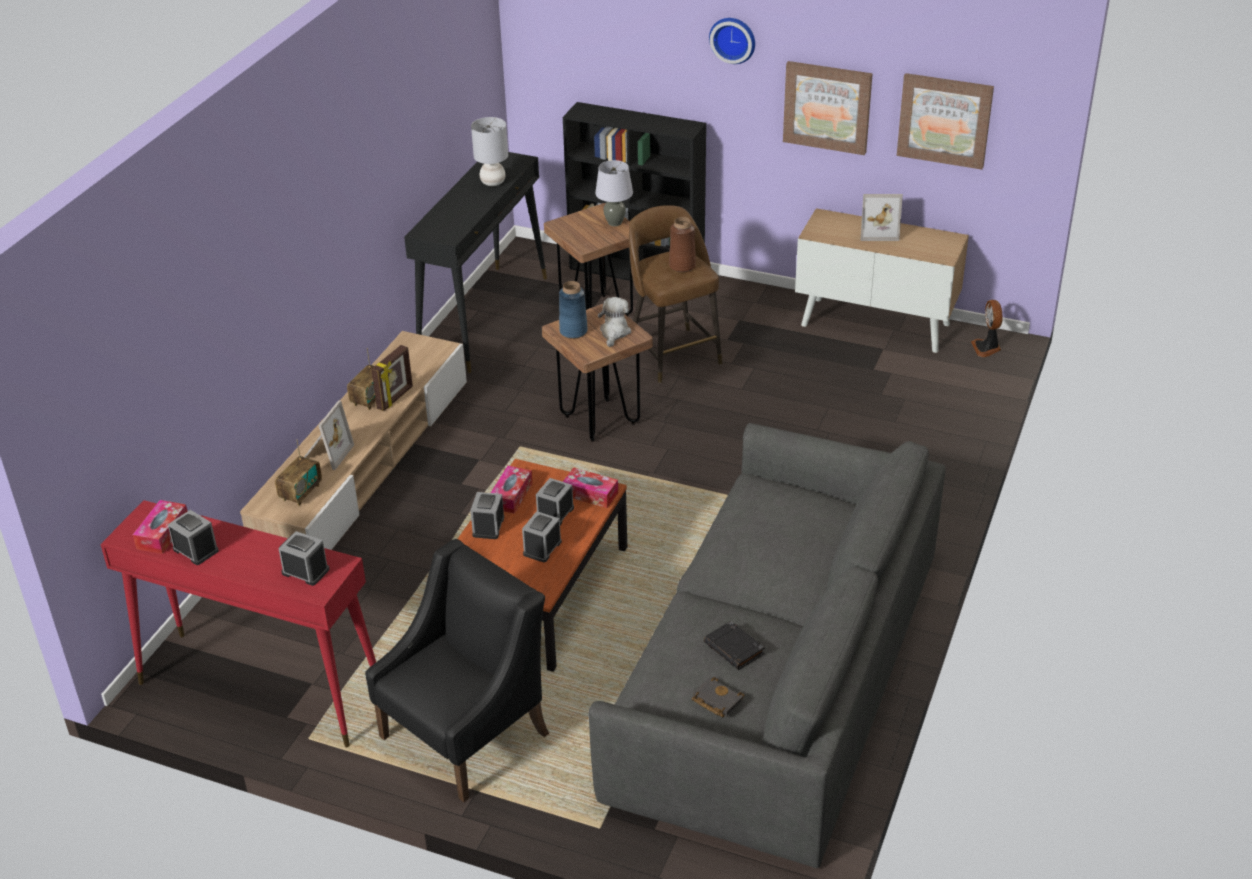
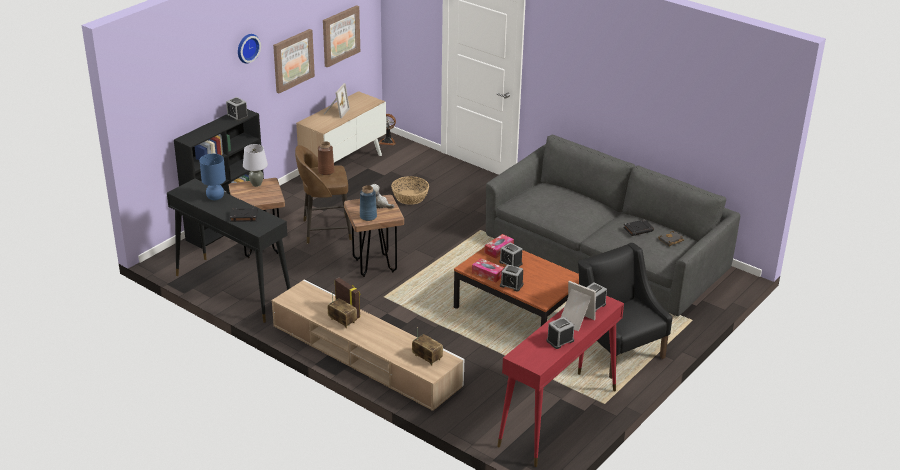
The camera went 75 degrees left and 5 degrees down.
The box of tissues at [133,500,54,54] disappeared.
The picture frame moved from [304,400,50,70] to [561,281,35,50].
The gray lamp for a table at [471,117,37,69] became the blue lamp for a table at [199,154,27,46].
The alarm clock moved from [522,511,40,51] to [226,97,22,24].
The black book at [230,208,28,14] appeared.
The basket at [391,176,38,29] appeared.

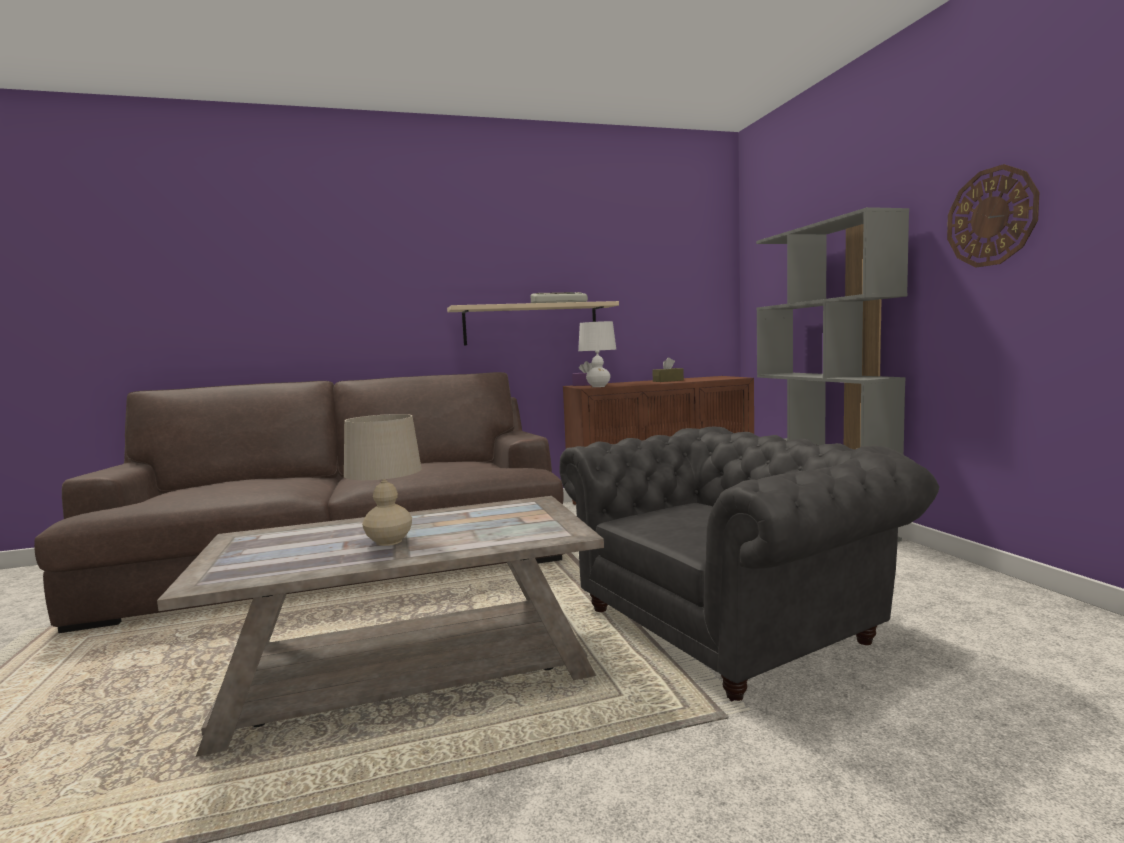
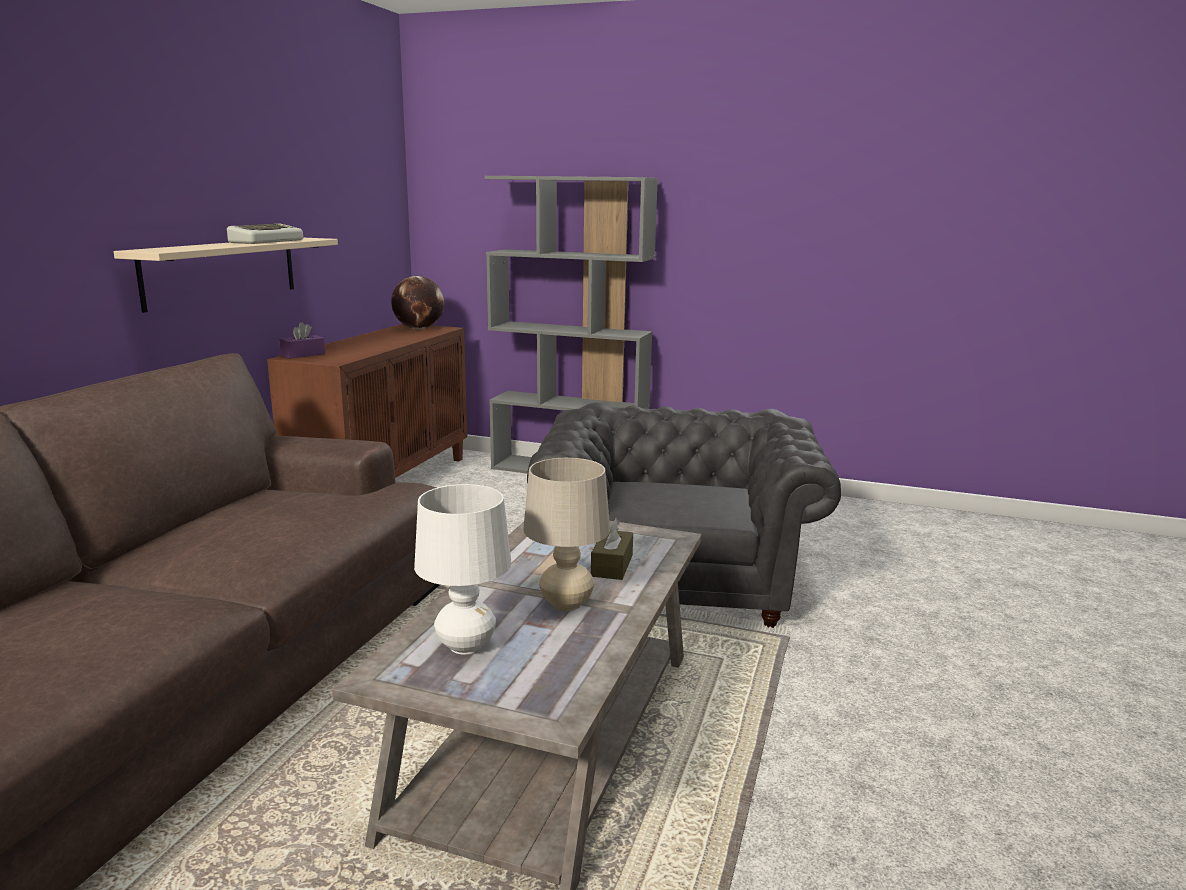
The camera went 55 degrees left and 10 degrees up.
The white lamp for a table moved from [578,321,38,66] to [414,484,98,170].
The brownish box of tissues moved from [652,357,32,25] to [591,519,42,61].
The hanging clock at [947,164,92,103] disappeared.
The desk globe at [391,276,53,53] appeared.

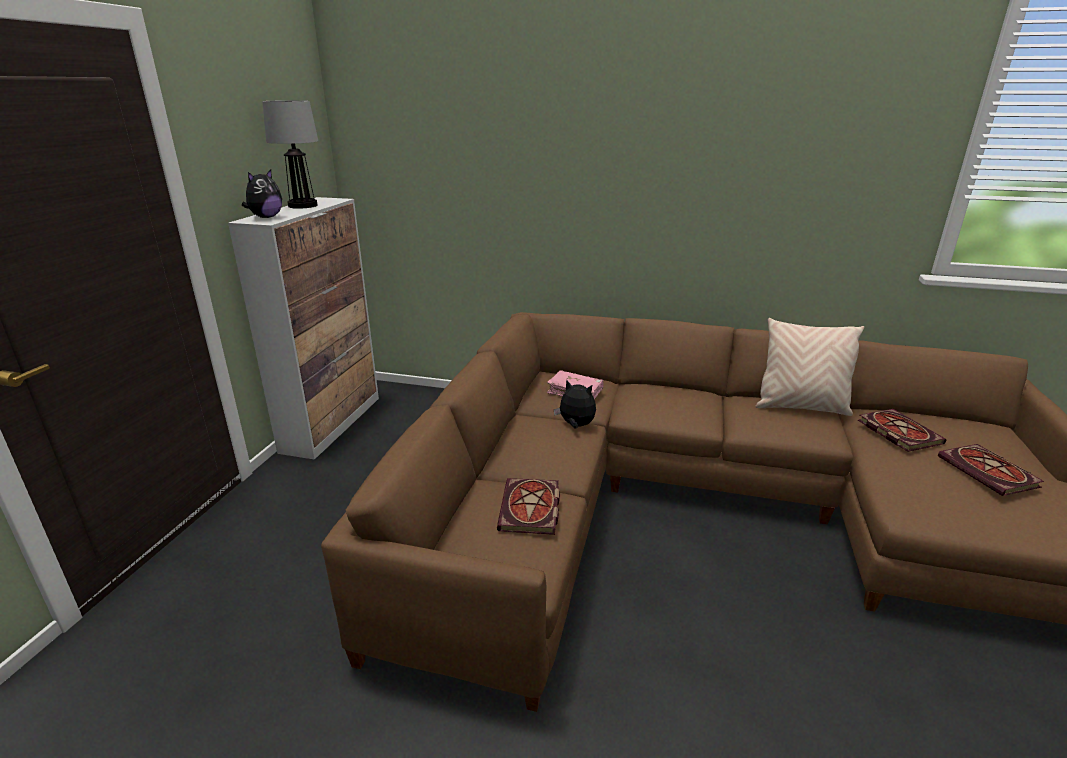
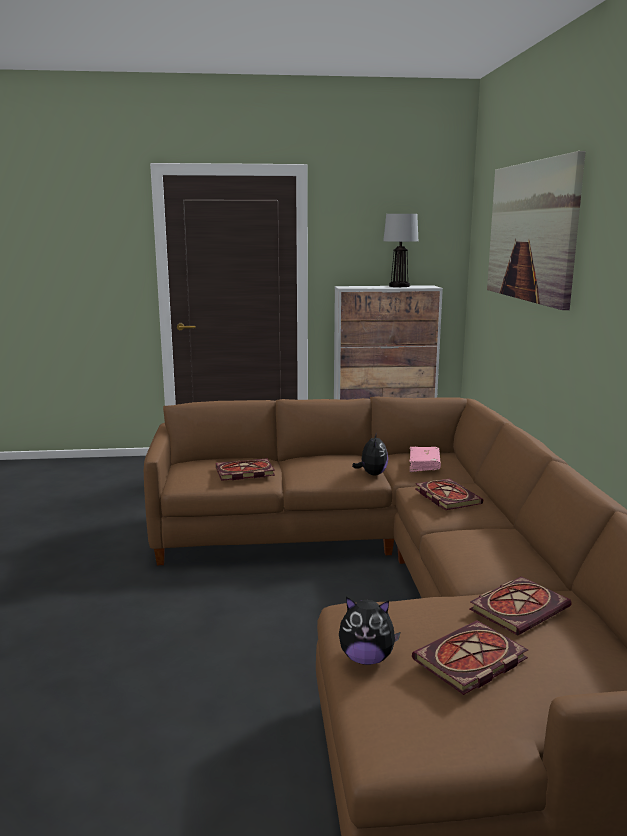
The camera went 70 degrees right and 10 degrees down.
The plush toy moved from [242,170,40,48] to [339,597,62,68].
The sand-coloured throw pillow at [755,318,109,98] disappeared.
The book at [415,479,68,31] appeared.
The picture at [487,151,99,159] appeared.

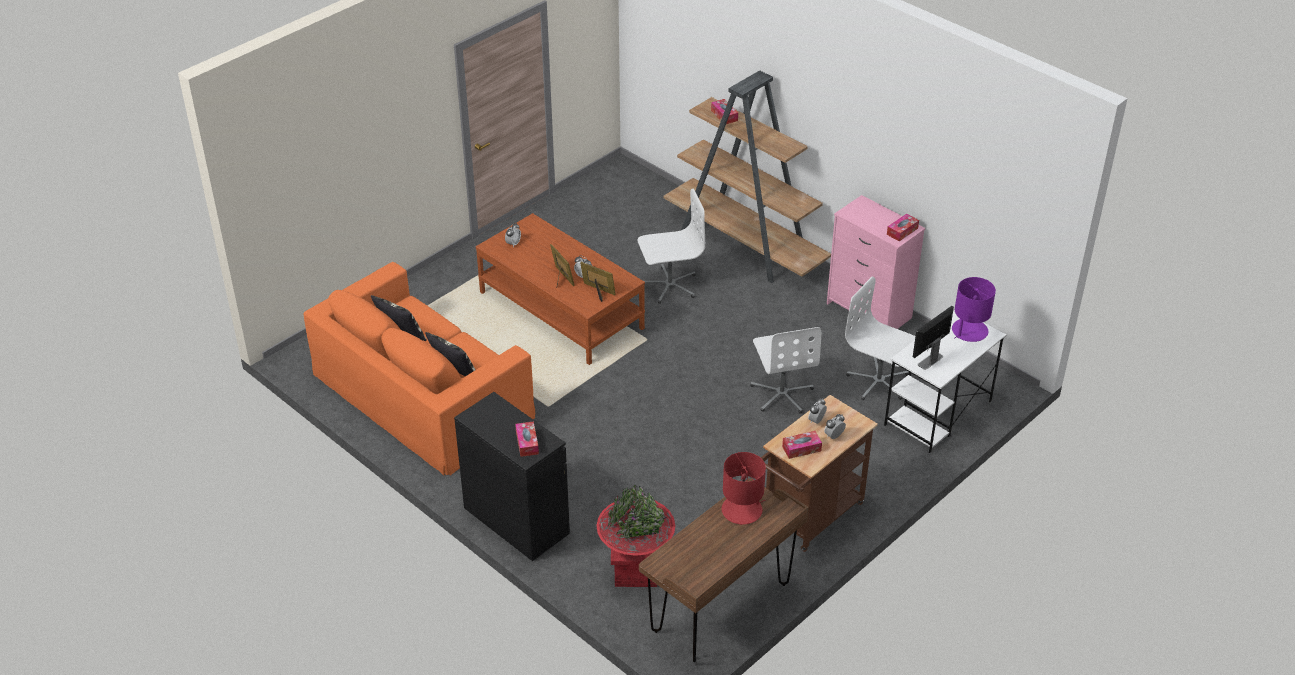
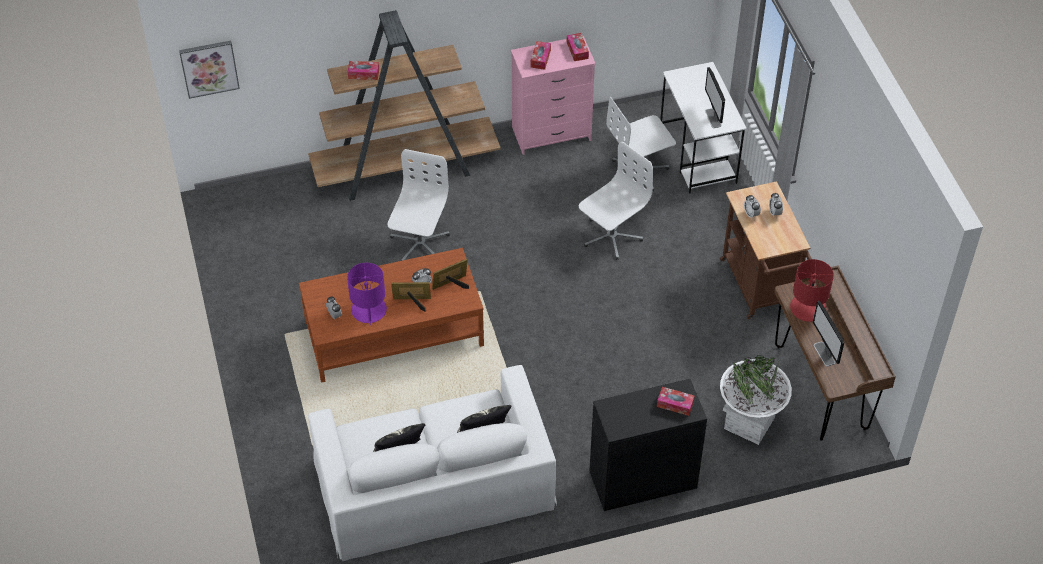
The camera went 60 degrees left and 10 degrees up.
The orange-coloured sofa at [303,262,232,213] became the white sofa at [308,365,249,196].
The red-coloured flower pot at [596,485,79,102] became the white flower pot at [720,355,72,90].
The white computer chair at [750,327,71,87] turned 60 degrees counterclockwise.
The box of tissues moved from [782,431,40,28] to [531,41,20,29].
The purple lamp for a table moved from [952,277,44,65] to [347,263,40,62].
The picture at [179,41,61,58] appeared.
The computer display at [813,301,31,65] appeared.

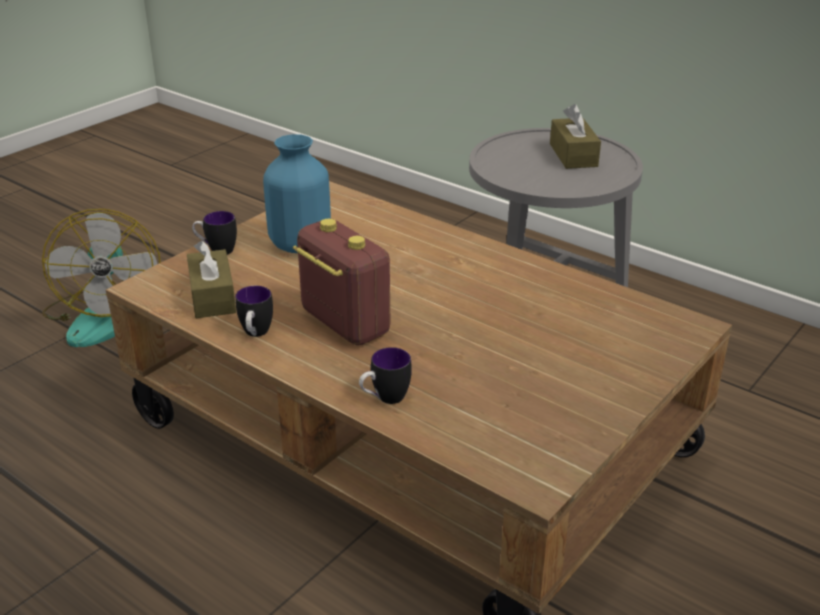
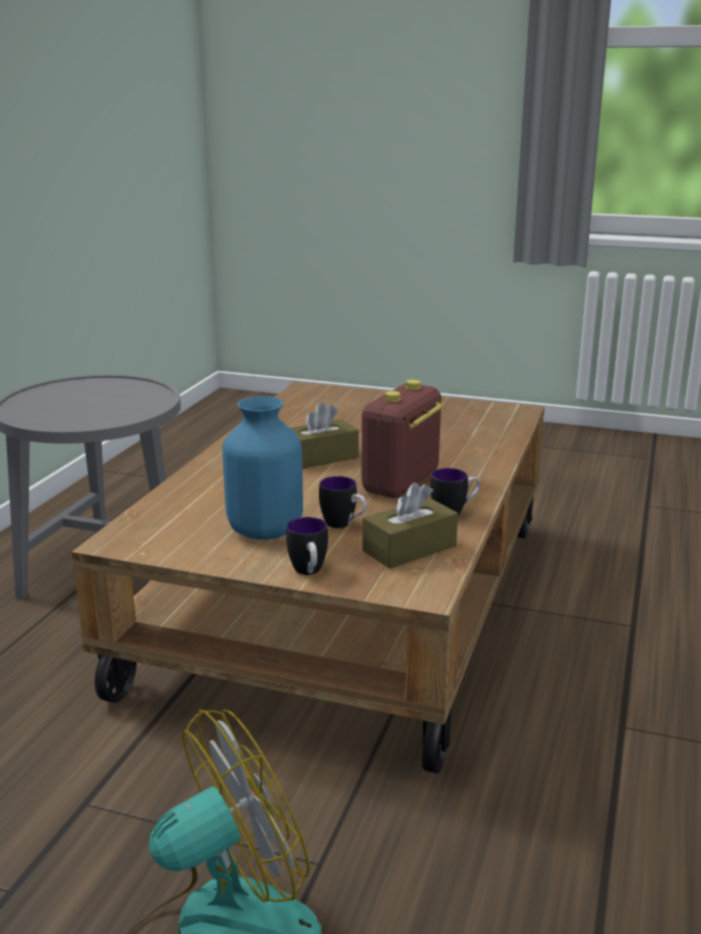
The camera went 110 degrees left and 10 degrees down.
The mug moved from [359,347,53,57] to [319,476,48,52].
The brownish box of tissues moved from [550,104,51,65] to [290,402,69,67].

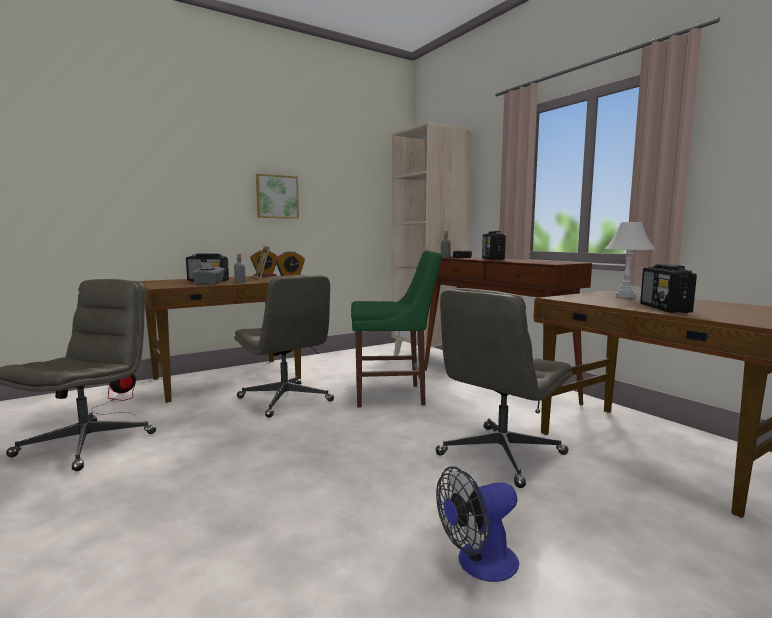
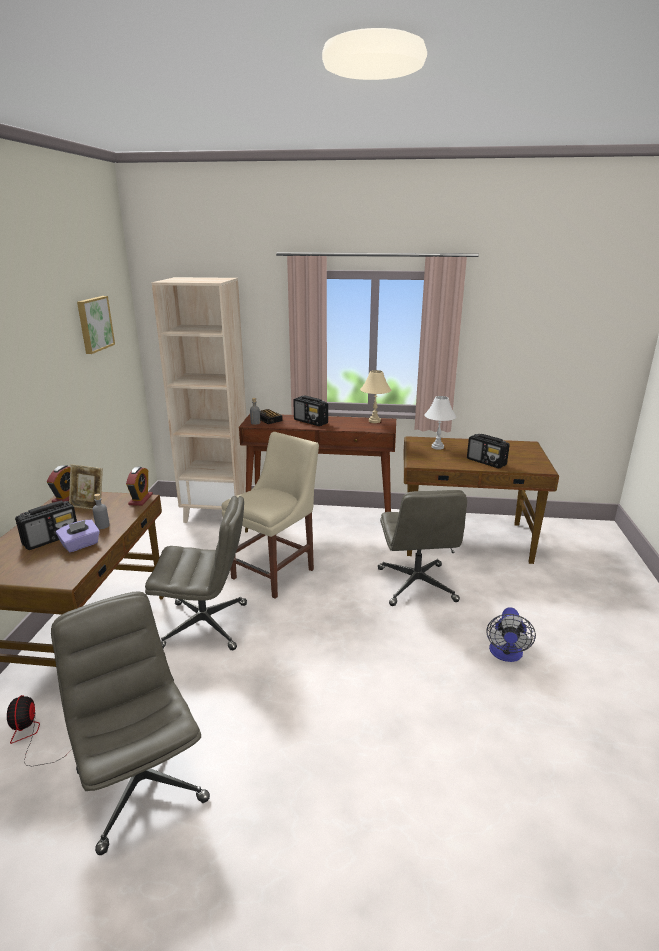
The camera went 50 degrees left and 15 degrees up.
The gray box of tissues at [191,262,33,22] became the purple box of tissues at [56,520,44,33].
The picture moved from [256,174,43,45] to [77,296,38,58].
The green-coloured chair at [351,251,91,156] became the sand-coloured chair at [222,432,97,167].
The sand-coloured lamp for a table at [360,370,31,53] appeared.

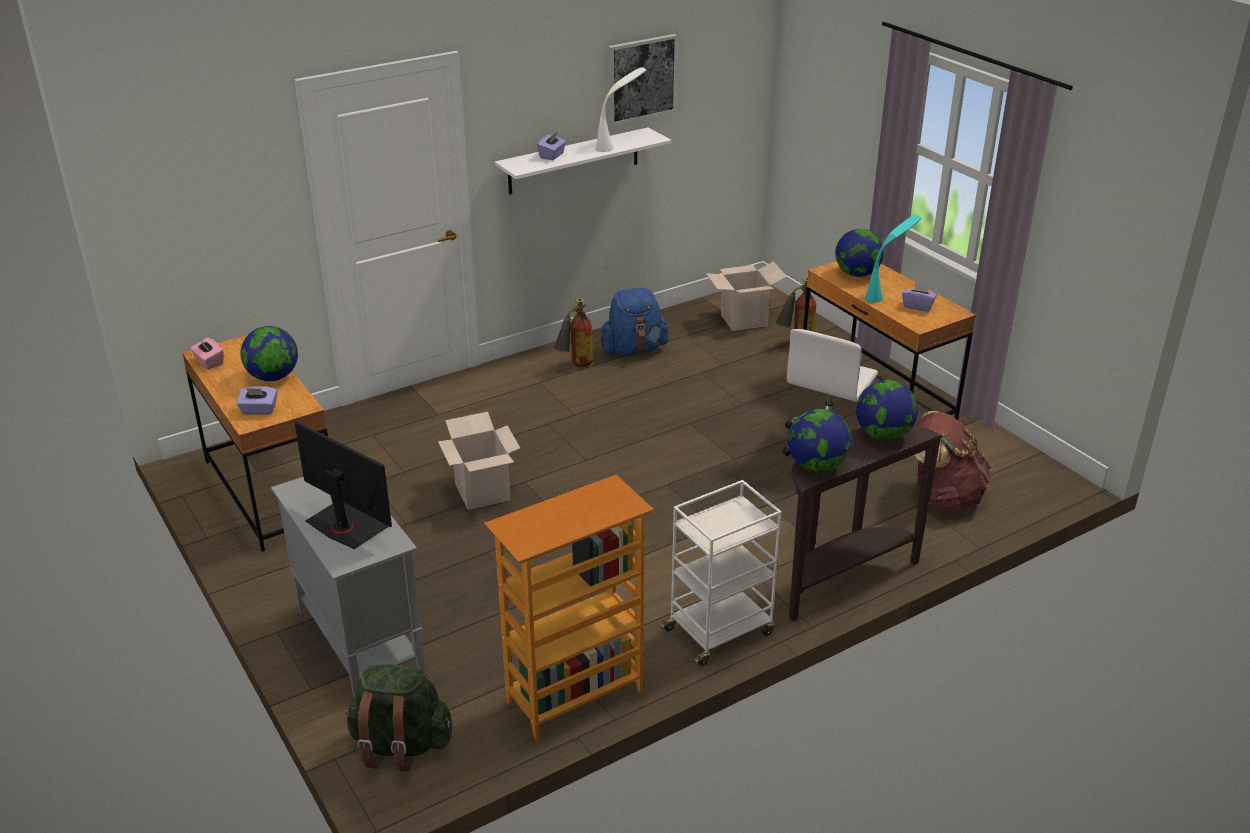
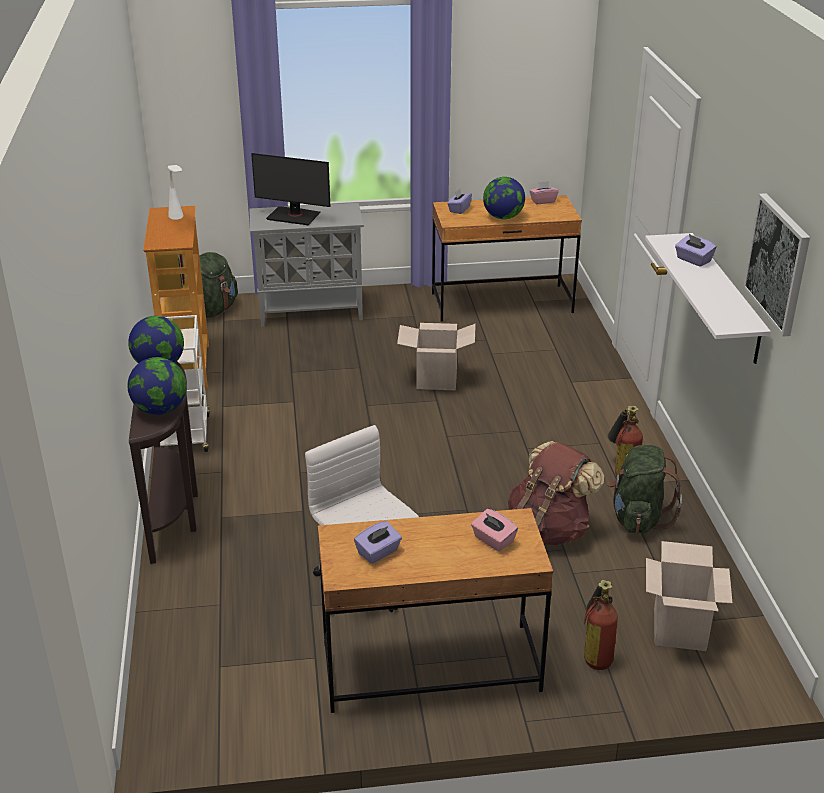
The camera went 115 degrees right and 0 degrees up.
The computer display at [294,420,98,129] turned 45 degrees clockwise.
The white lamp for a table moved from [596,67,50,85] to [168,165,15,55].
The blue rucksack at [600,288,69,68] became the green-coloured rucksack at [608,445,74,89].
The desk globe at [835,229,49,48] was replaced by the pinkish box of tissues at [471,509,47,42].
The blue-green lamp for a table at [865,215,56,88] disappeared.
The brownish rucksack moved from [914,411,77,99] to [508,441,96,104].

